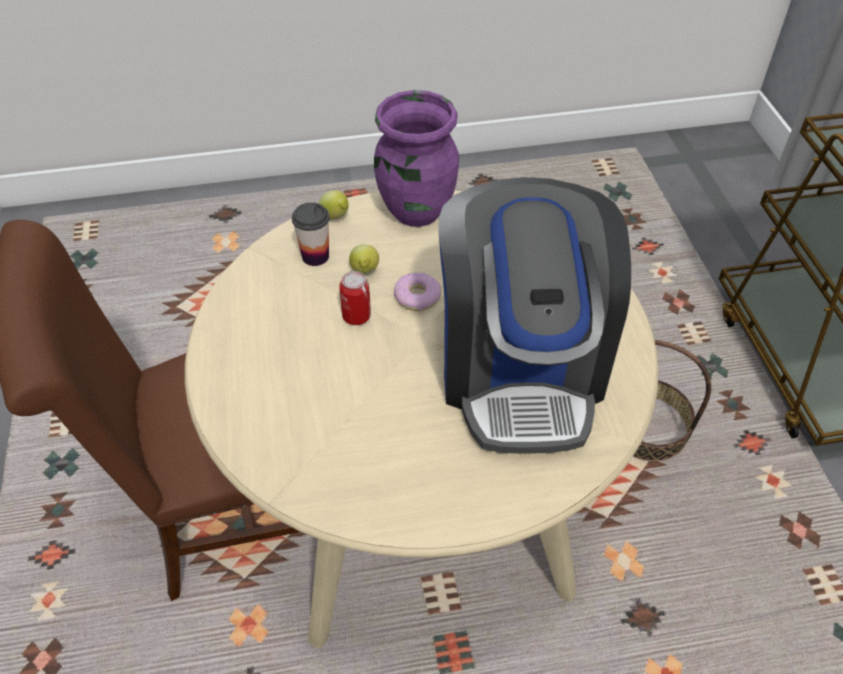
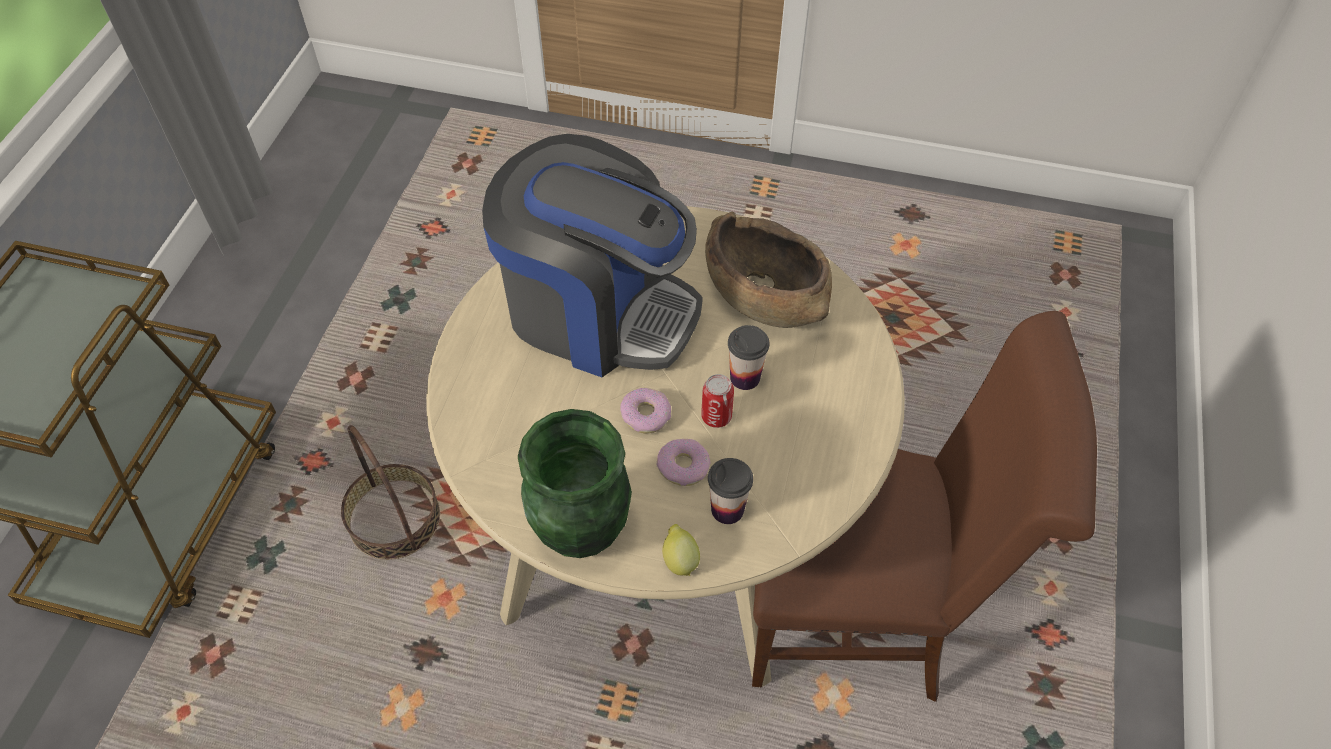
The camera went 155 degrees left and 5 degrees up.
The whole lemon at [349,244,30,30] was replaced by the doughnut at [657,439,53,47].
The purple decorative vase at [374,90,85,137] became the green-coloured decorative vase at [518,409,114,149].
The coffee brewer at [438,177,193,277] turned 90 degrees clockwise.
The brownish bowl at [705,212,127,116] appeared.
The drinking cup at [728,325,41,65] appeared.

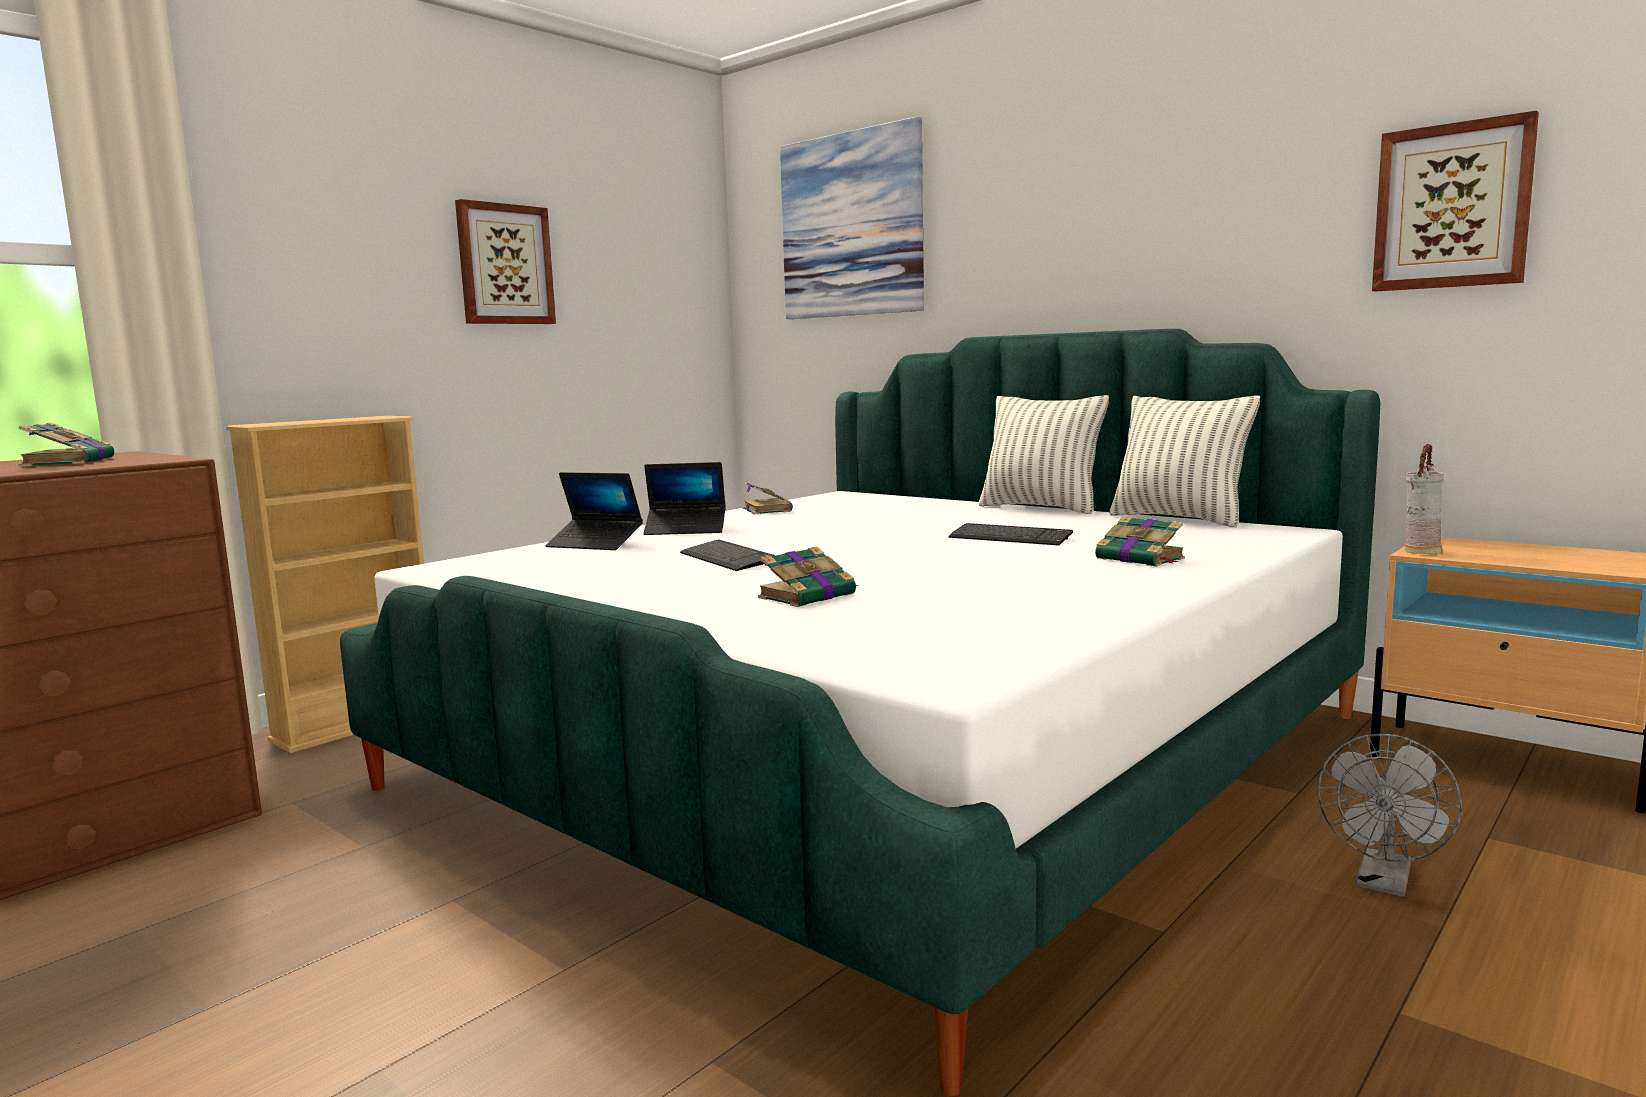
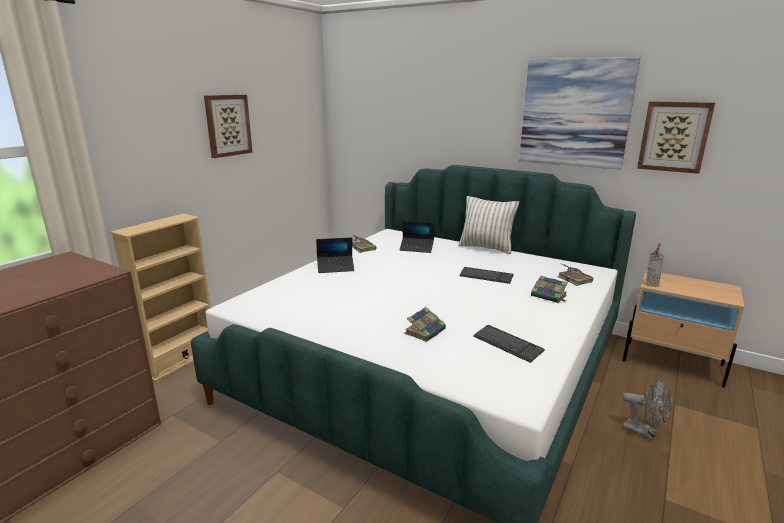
The camera went 10 degrees left and 10 degrees up.
The book moved from [19,423,95,44] to [558,263,35,23].
The portable computer moved from [545,472,98,78] to [399,221,35,32].
The computer keyboard moved from [680,540,96,31] to [473,325,72,38].
The picture moved from [780,116,144,203] to [519,57,121,113].
The throw pillow at [1110,395,150,132] disappeared.
The gray fan at [1318,734,144,163] turned 75 degrees counterclockwise.

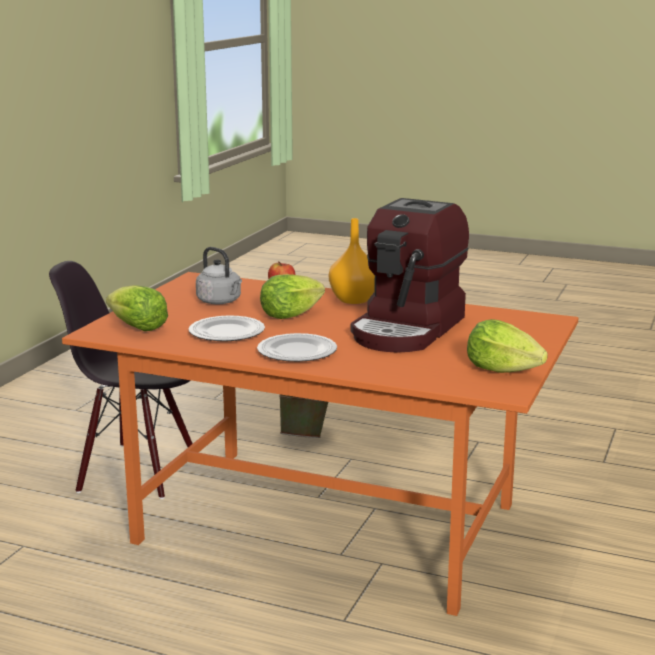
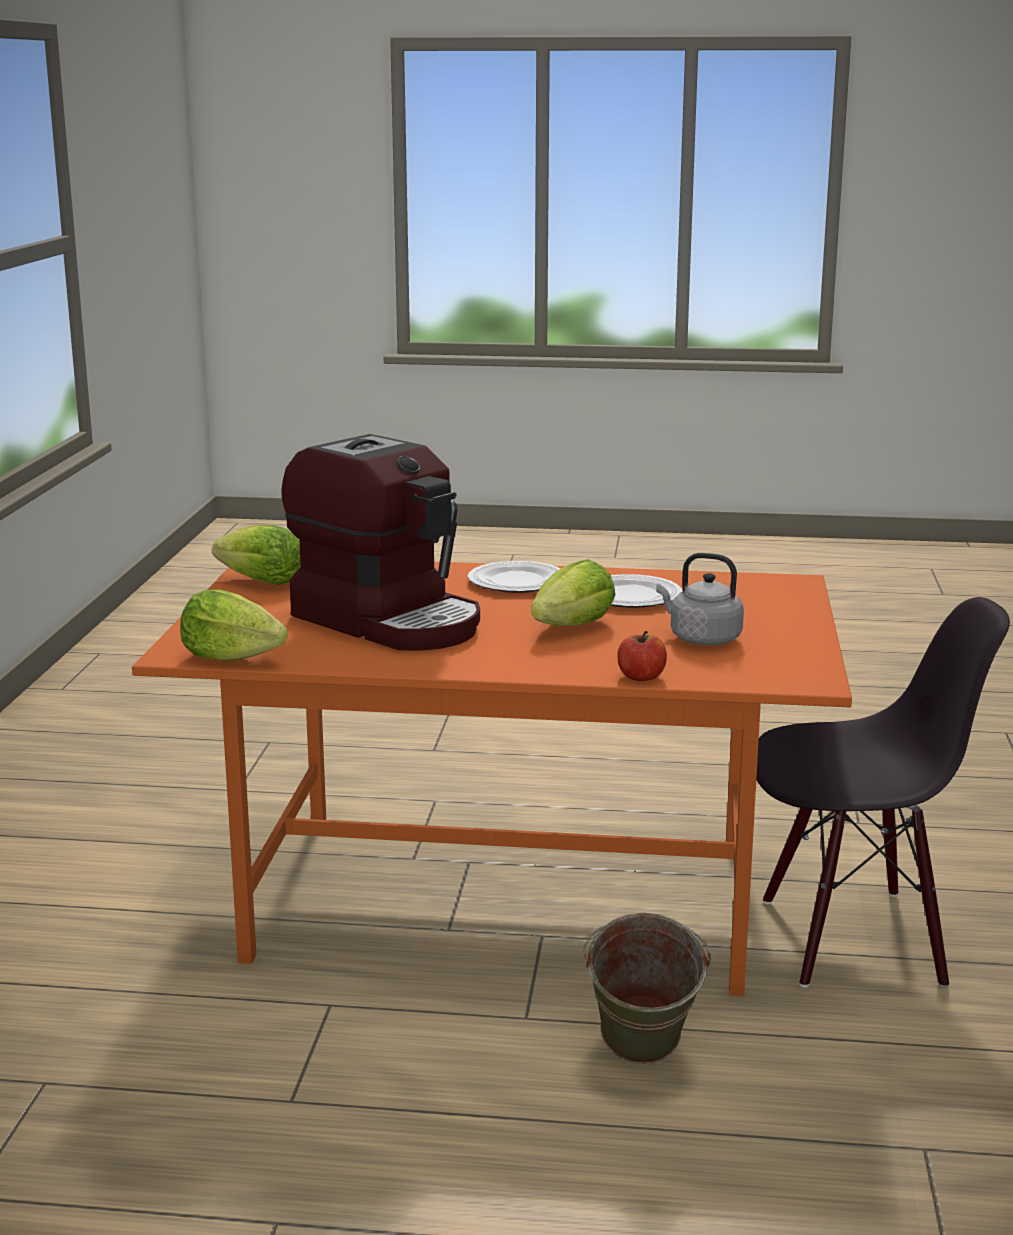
The camera went 165 degrees right and 0 degrees up.
The lettuce moved from [106,285,62,46] to [180,589,108,72].
The orange-coloured decorative vase at [329,218,46,86] disappeared.
The coffee brewer at [351,198,118,154] turned 120 degrees clockwise.

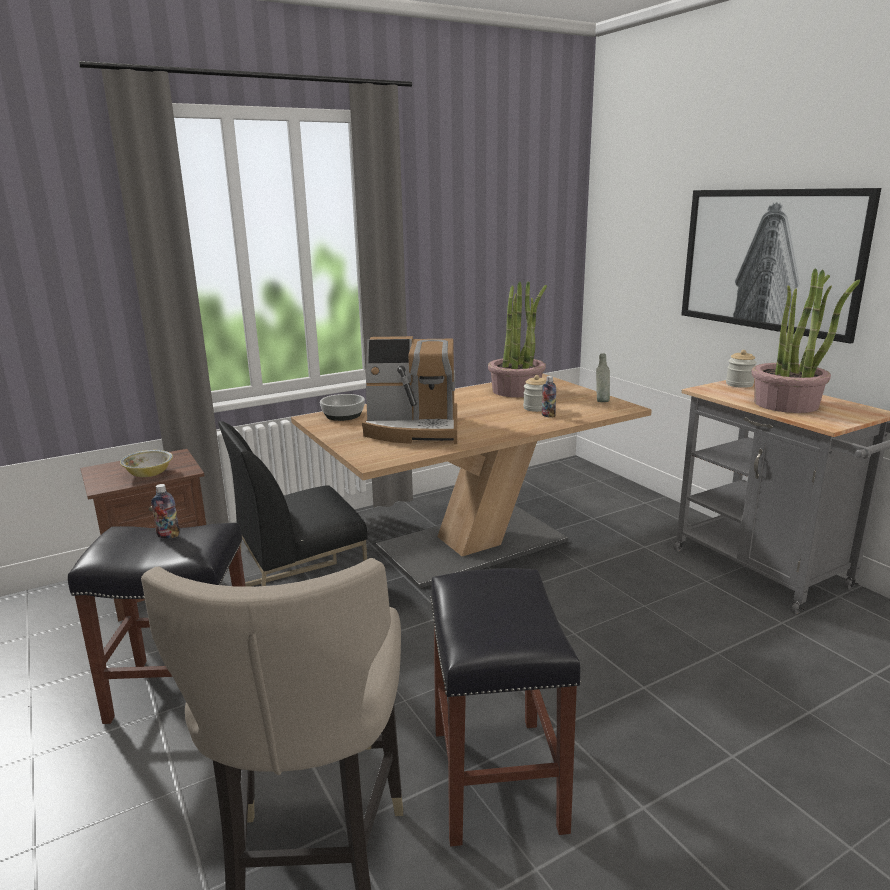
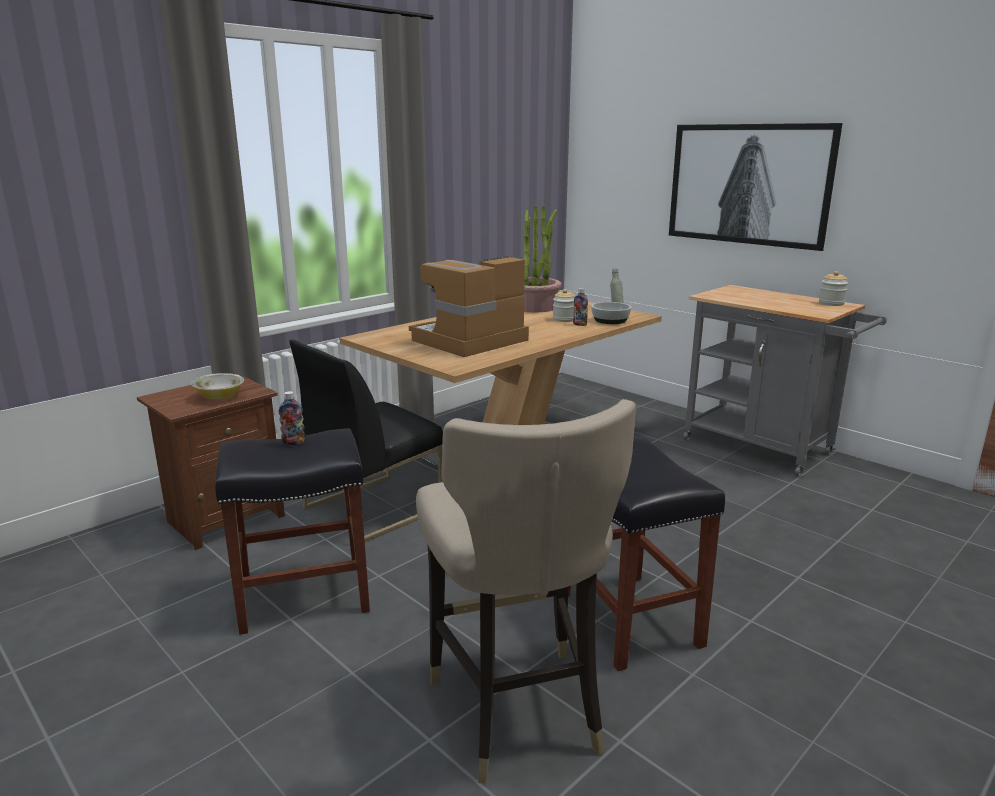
The camera went 15 degrees left and 0 degrees up.
The bowl moved from [320,394,45,27] to [591,302,41,22].
The coffee brewer at [362,336,95,108] turned 150 degrees clockwise.
The preserve jar moved from [726,350,31,38] to [819,271,29,35].
The plant in a pot at [751,268,109,145] disappeared.

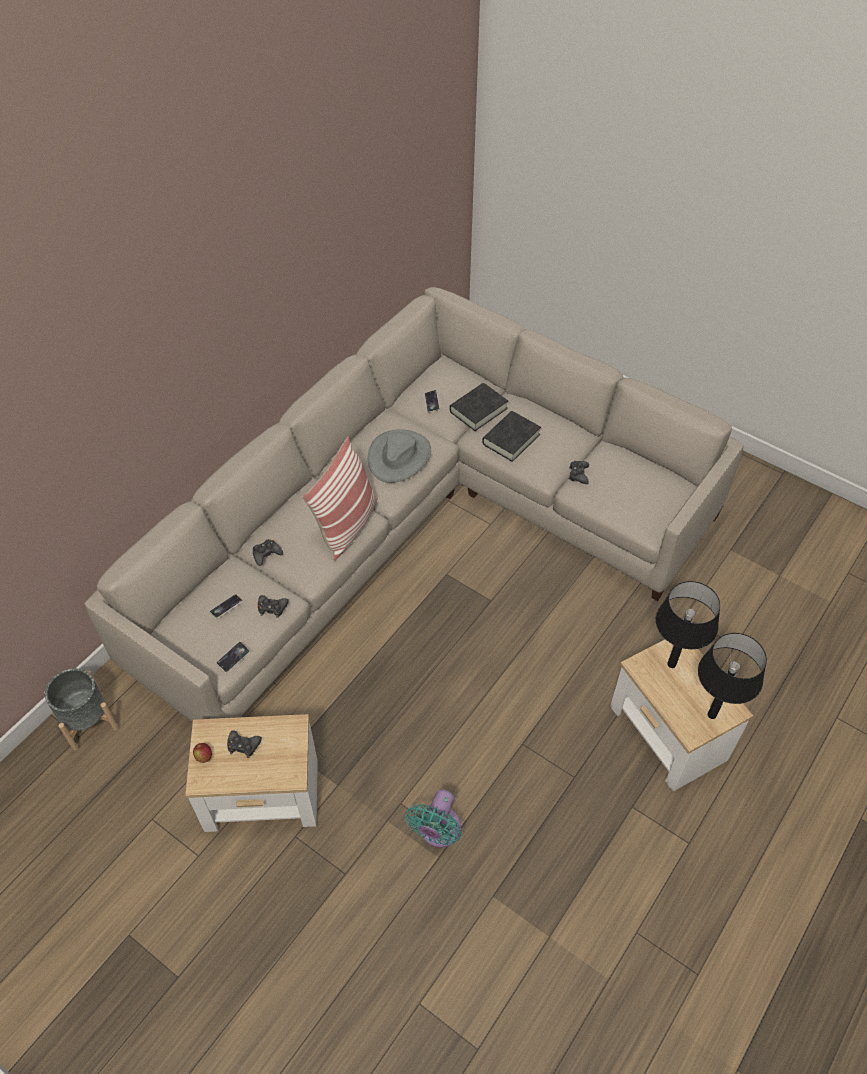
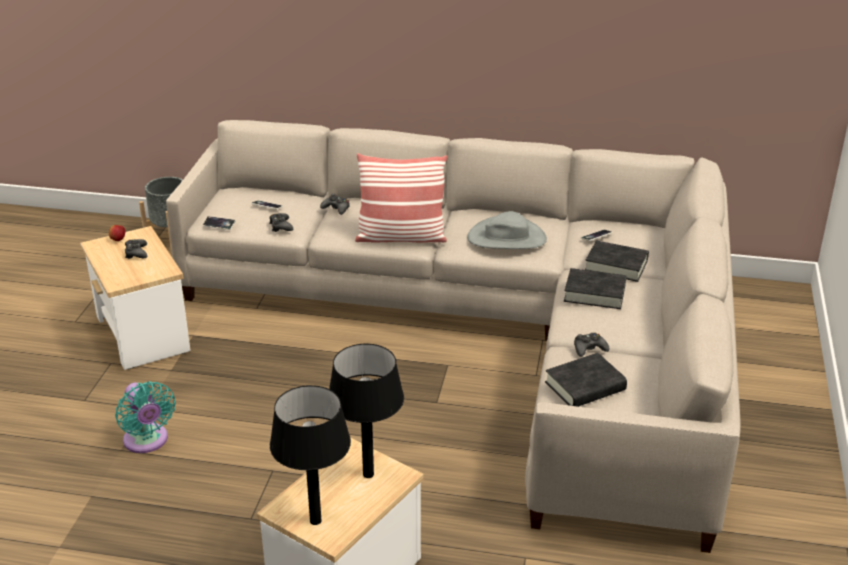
The camera went 65 degrees right and 20 degrees down.
The blue-green fan at [405,789,56,59] turned 120 degrees counterclockwise.
The black book at [545,353,82,54] appeared.

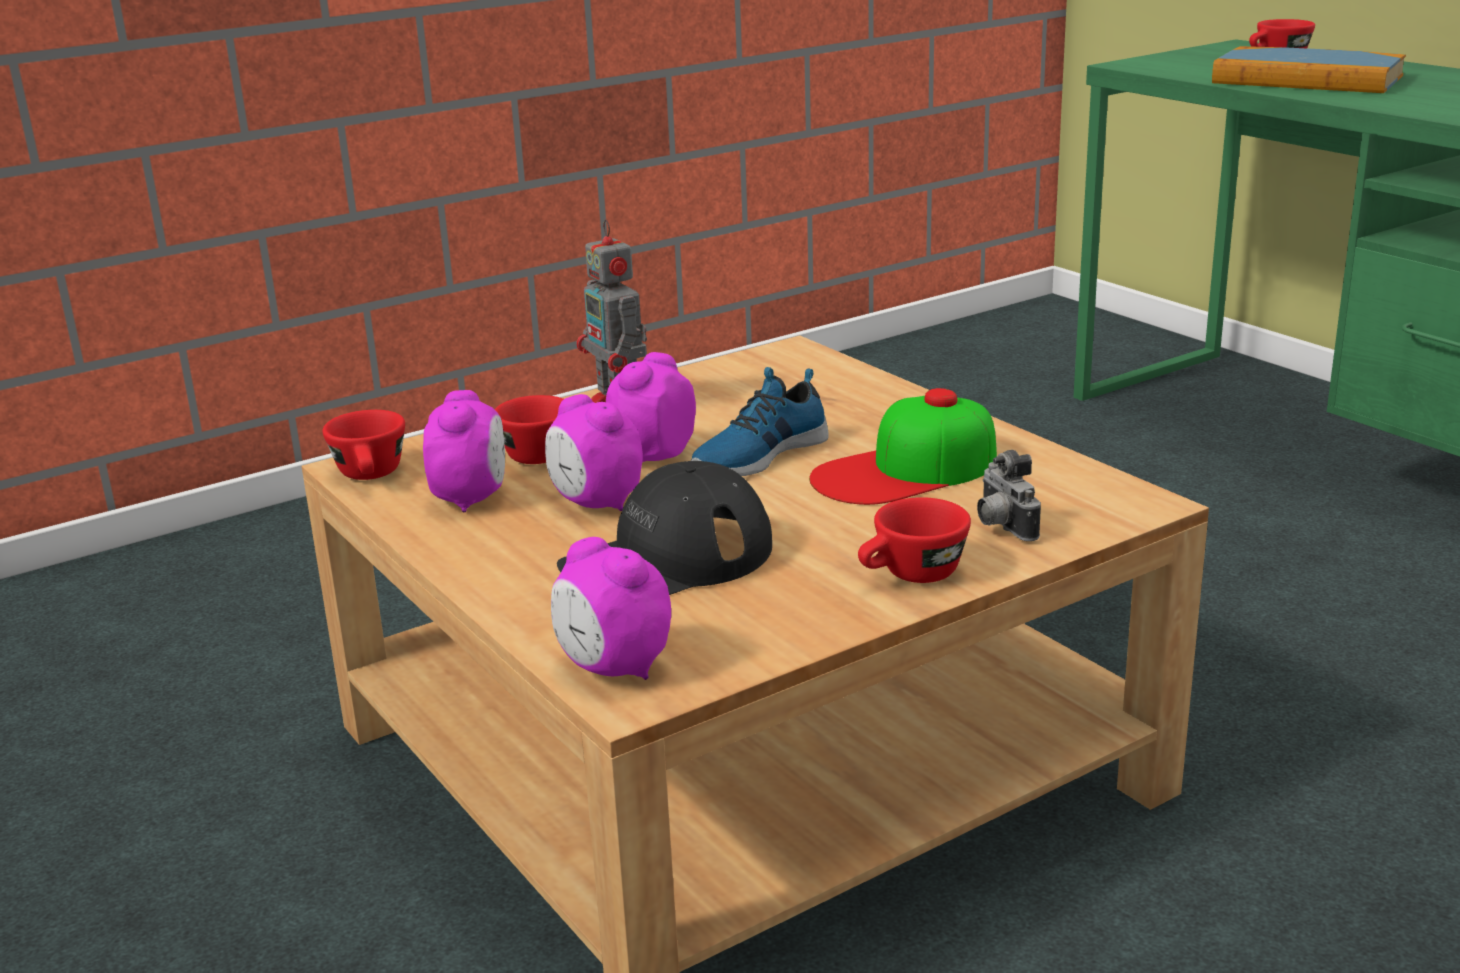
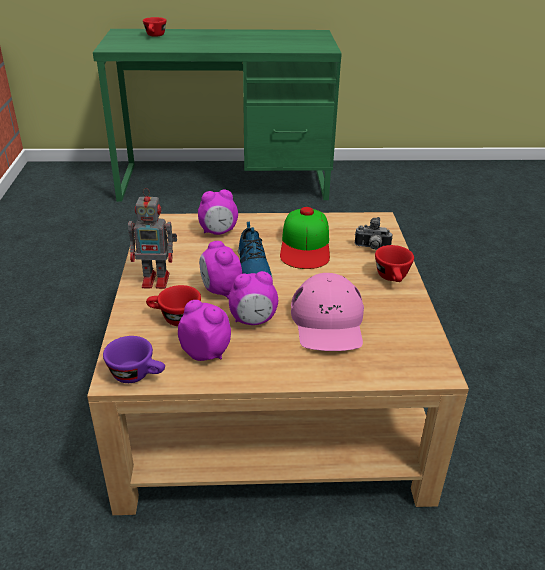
The camera went 60 degrees left and 10 degrees up.
The red-coloured drinking cup at [322,410,83,70] became the purple drinking cup at [103,336,62,47].
The alarm clock moved from [551,537,120,143] to [198,190,40,45].
The black baseball cap at [557,461,215,134] became the pinkish baseball cap at [291,273,73,78].
The book at [1212,46,194,47] disappeared.

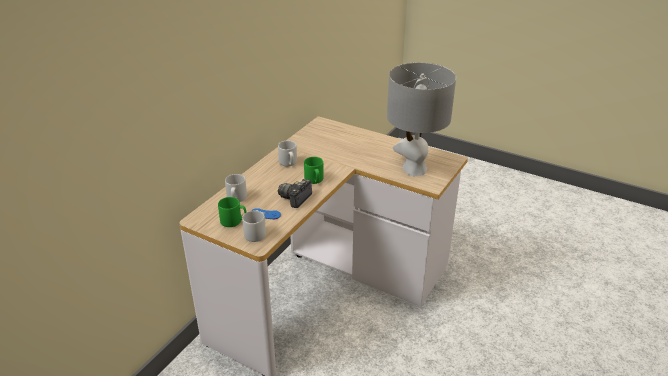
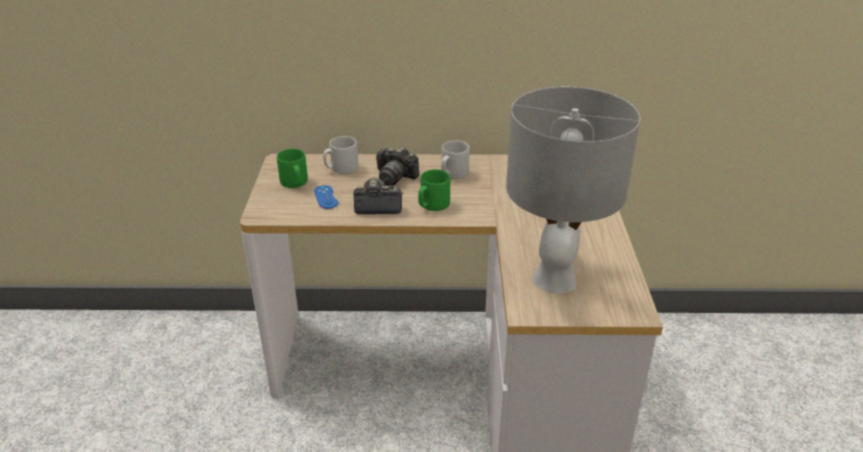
The camera went 60 degrees right and 0 degrees up.
The gray mug at [242,210,24,32] disappeared.
The photo camera at [376,146,43,40] appeared.

